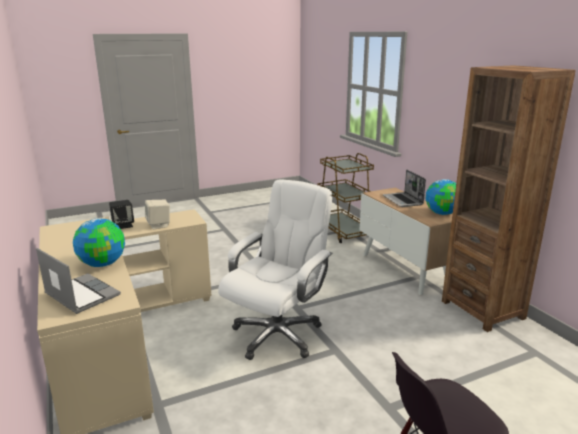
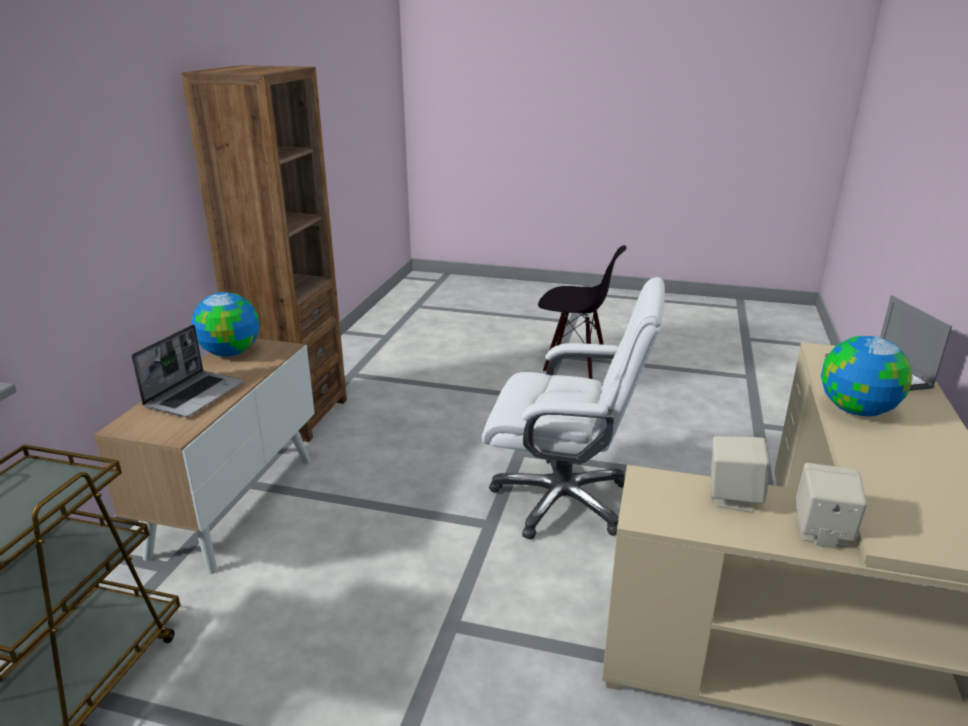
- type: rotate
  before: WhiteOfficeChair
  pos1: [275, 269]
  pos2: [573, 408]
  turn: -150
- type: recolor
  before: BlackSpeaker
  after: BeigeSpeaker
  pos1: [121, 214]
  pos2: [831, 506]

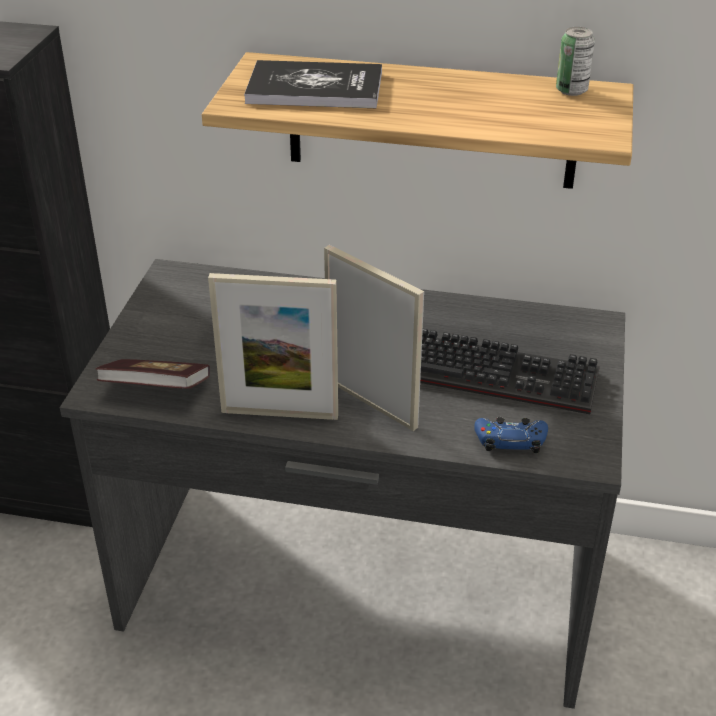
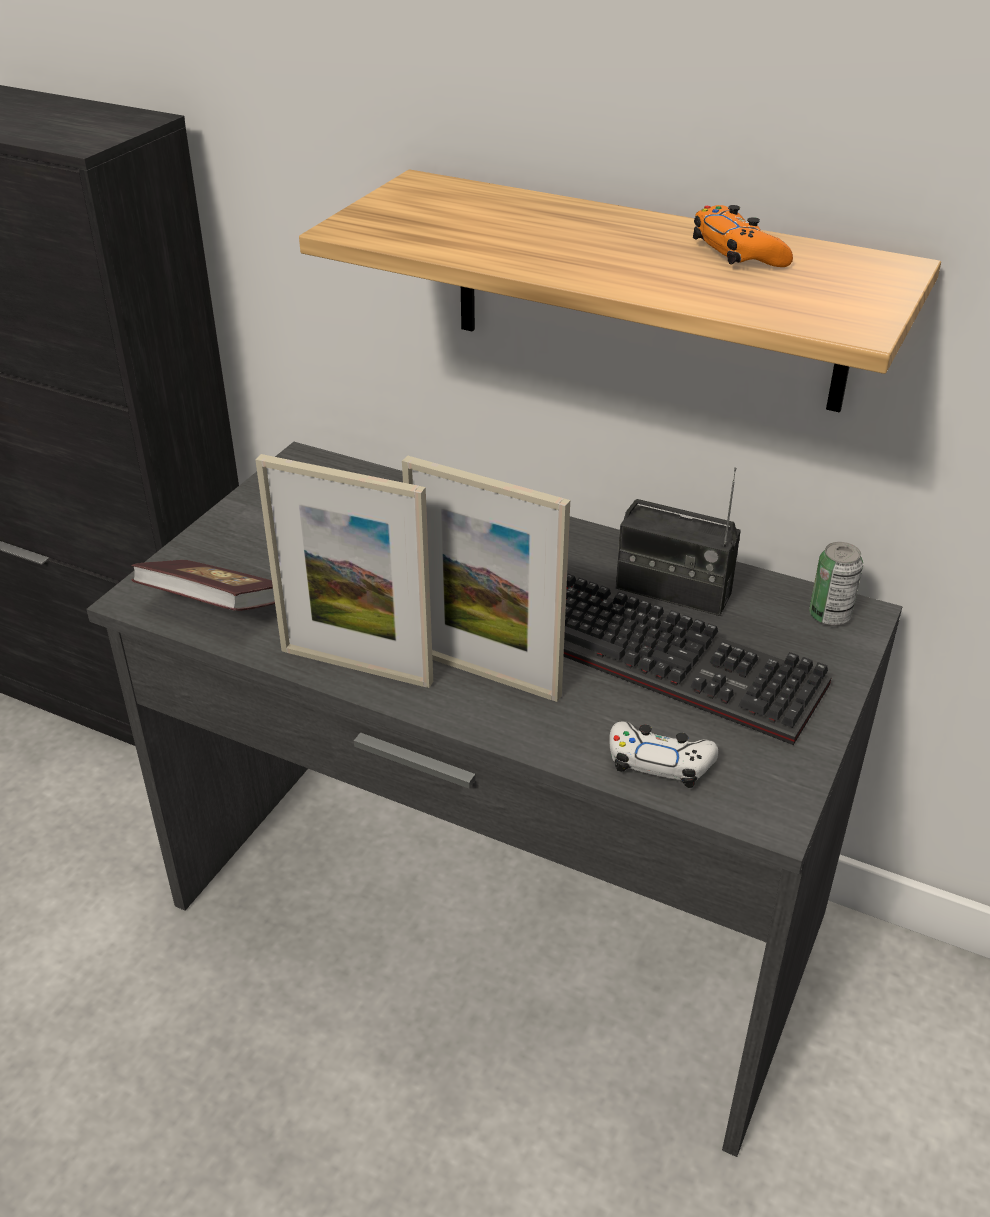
- type: move
  before: Can
  pos1: [575, 61]
  pos2: [836, 584]
- type: delete
  before: Book
  pos1: [313, 84]
- type: rotate
  before: PictureFrame
  pos1: [374, 338]
  pos2: [486, 579]
  turn: 150
- type: recolor
  before: BlueGameController
  after: WhiteGameController
  pos1: [511, 435]
  pos2: [663, 754]
- type: insert
  after: OrangeGameController
  pos2: [743, 236]
- type: insert
  after: Radio
  pos2: [678, 542]

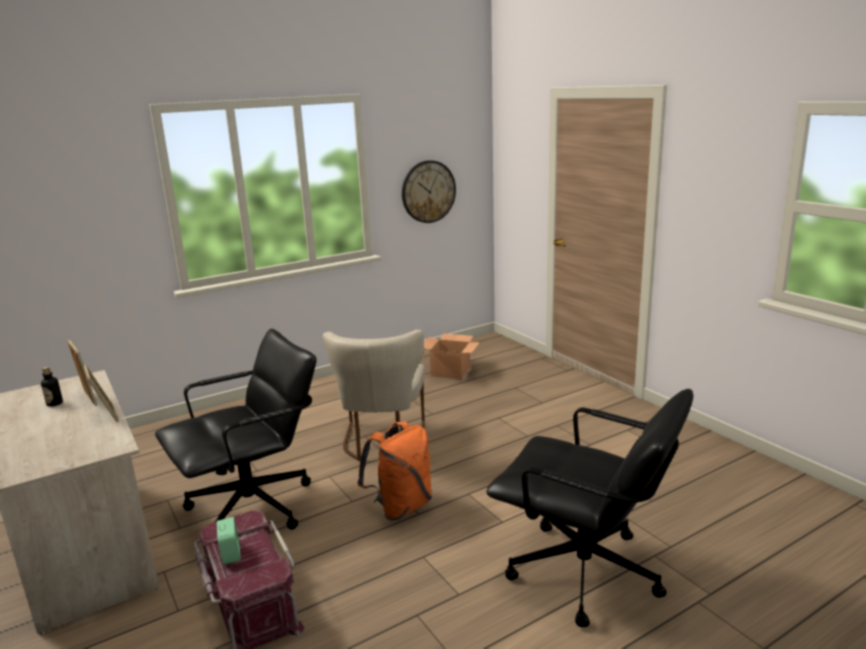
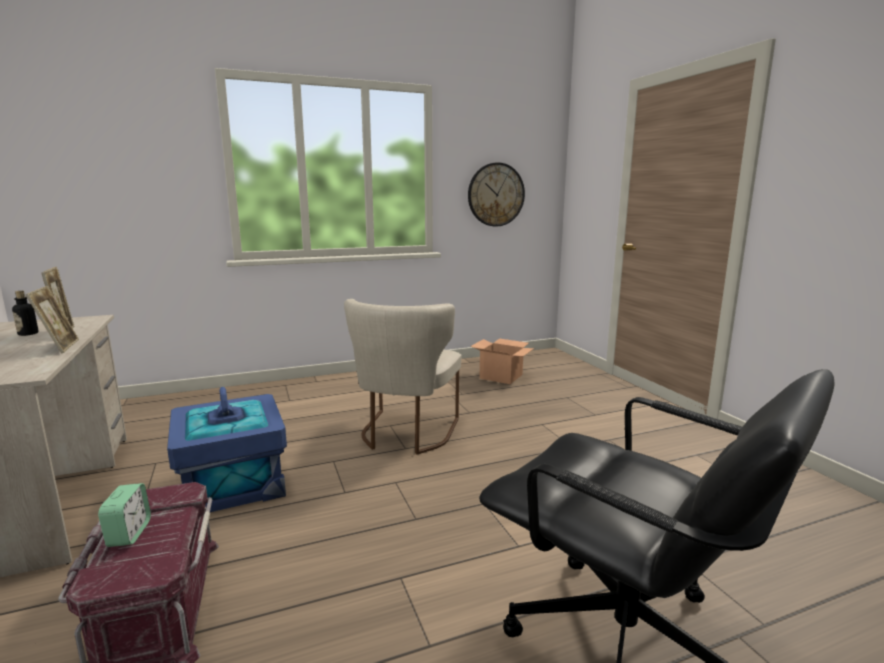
- type: replace
  before: BlackOfficeChair
  after: BlueStorageBox
  pos1: [235, 429]
  pos2: [227, 449]
- type: delete
  before: OrangeBackpack
  pos1: [394, 471]

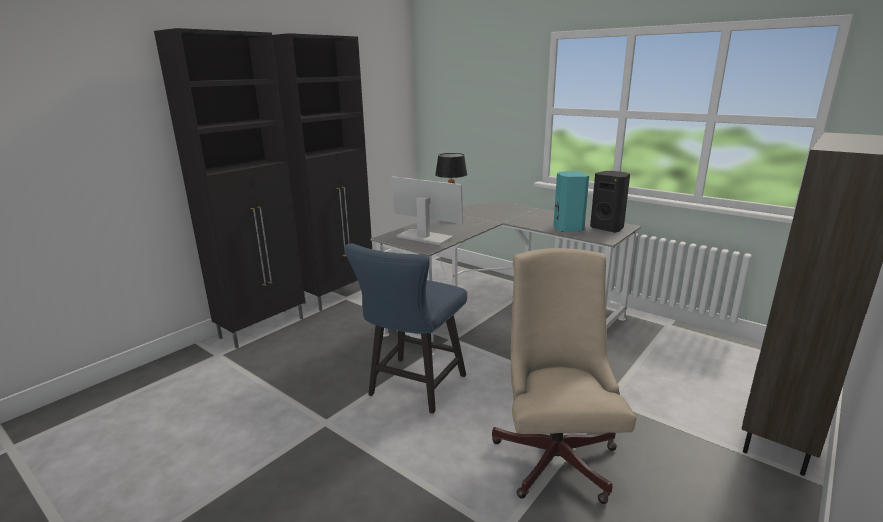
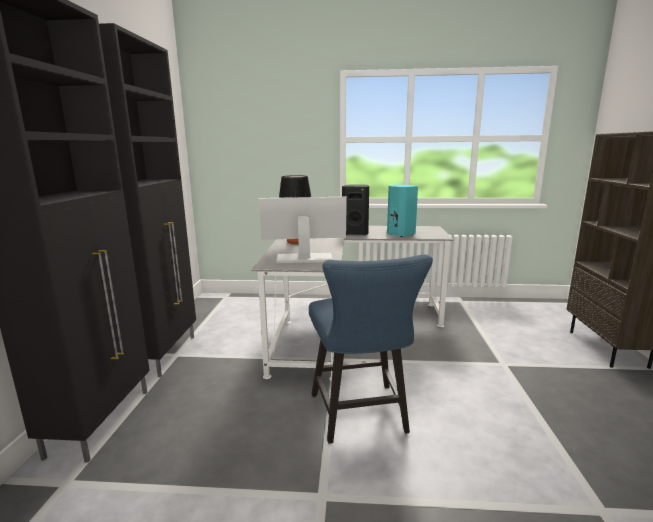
- type: move
  before: BlackSpeaker
  pos1: [610, 202]
  pos2: [355, 209]
- type: delete
  before: BeigeOfficeChair
  pos1: [564, 376]

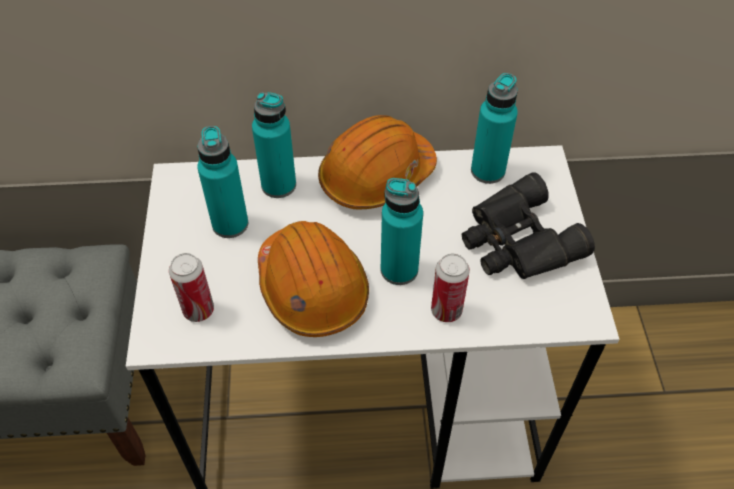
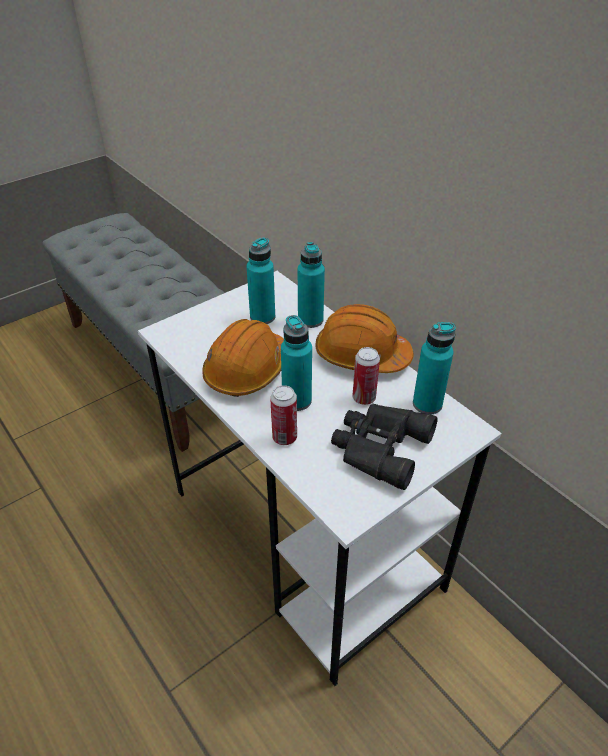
- type: move
  before: Can
  pos1: [191, 287]
  pos2: [366, 376]

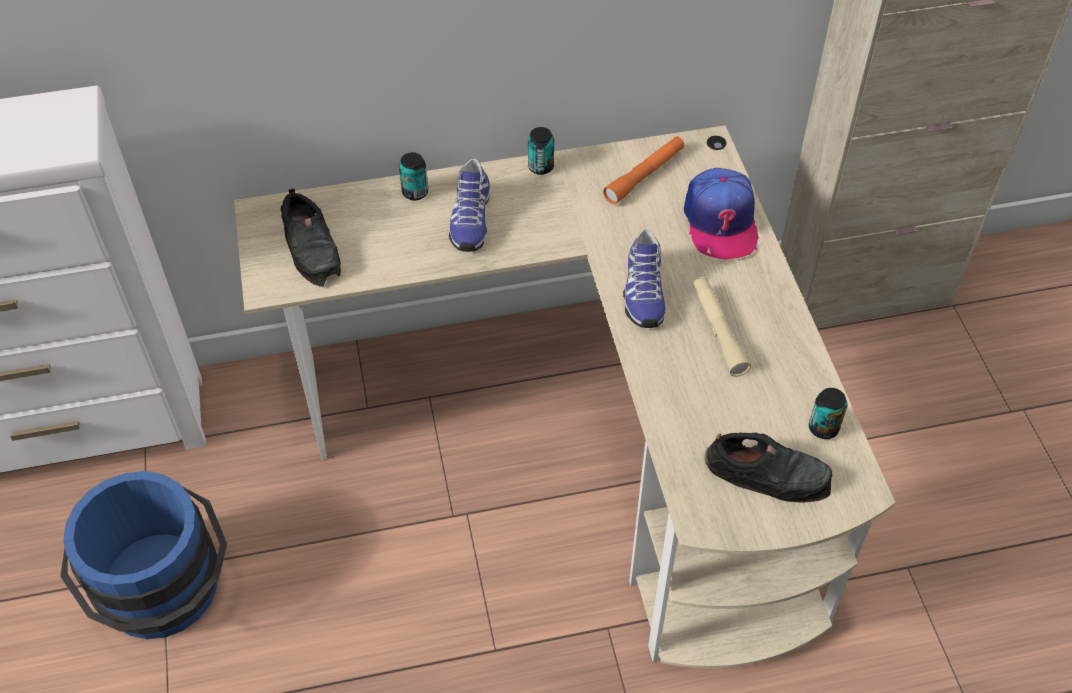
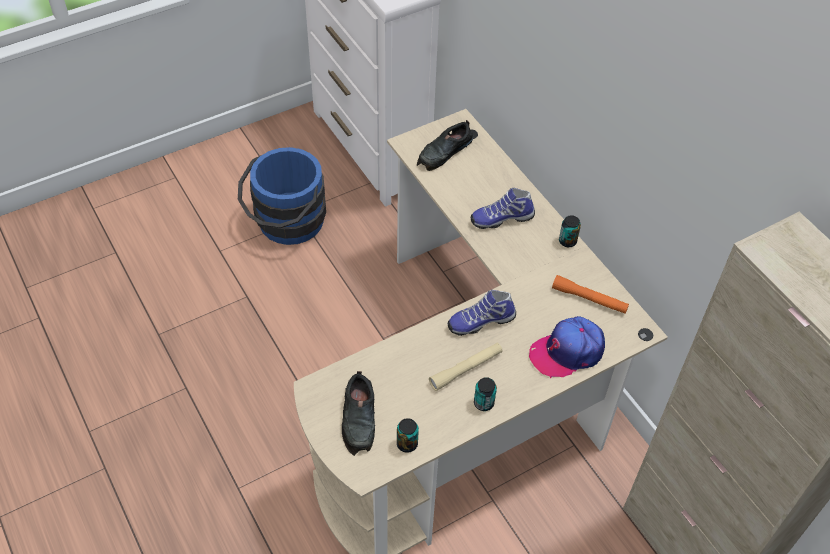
- type: move
  before: Can
  pos1: [413, 176]
  pos2: [485, 394]

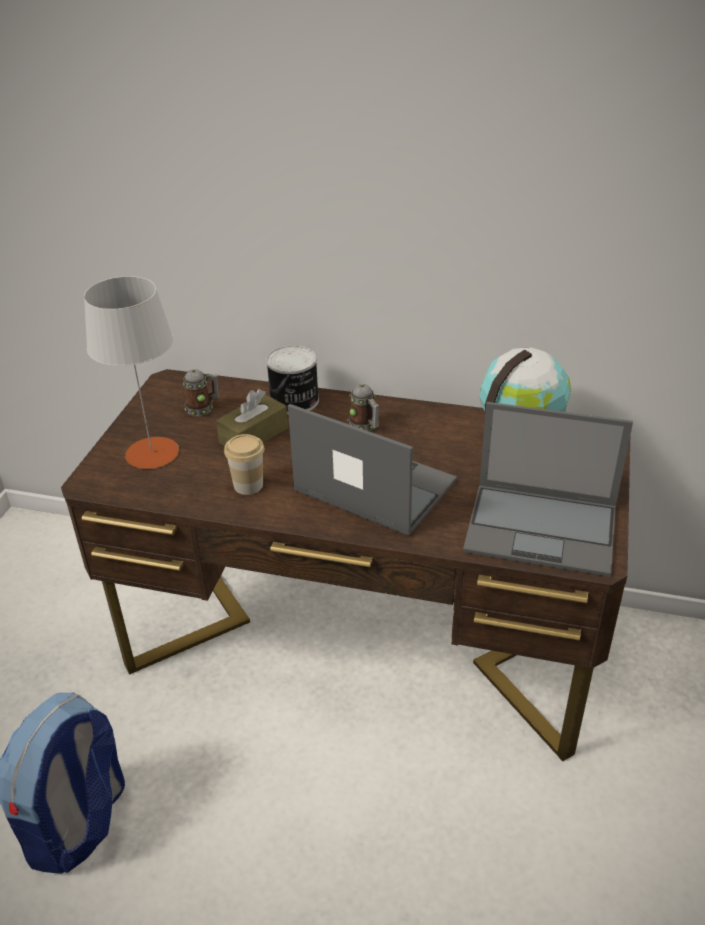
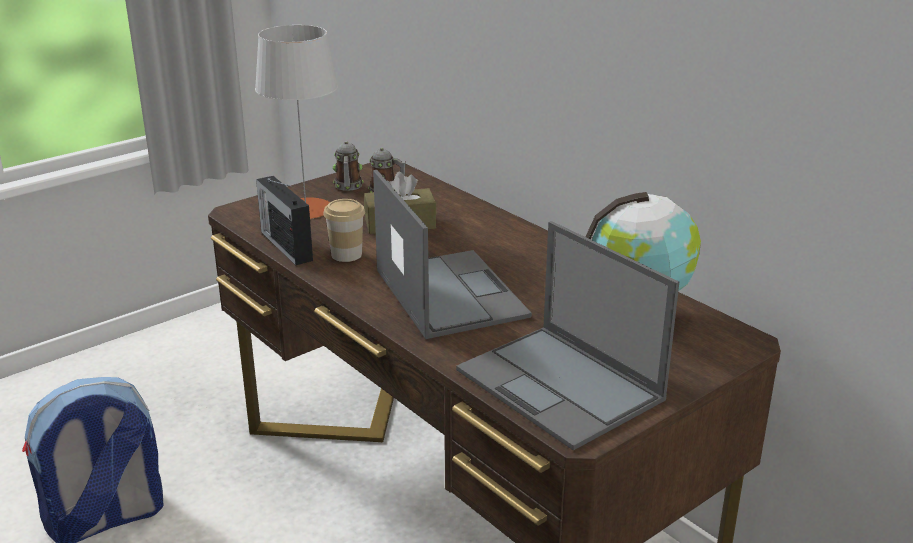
- type: delete
  before: Can
  pos1: [292, 379]
- type: move
  before: Mug
  pos1: [363, 407]
  pos2: [348, 166]
- type: insert
  after: Radio
  pos2: [284, 220]

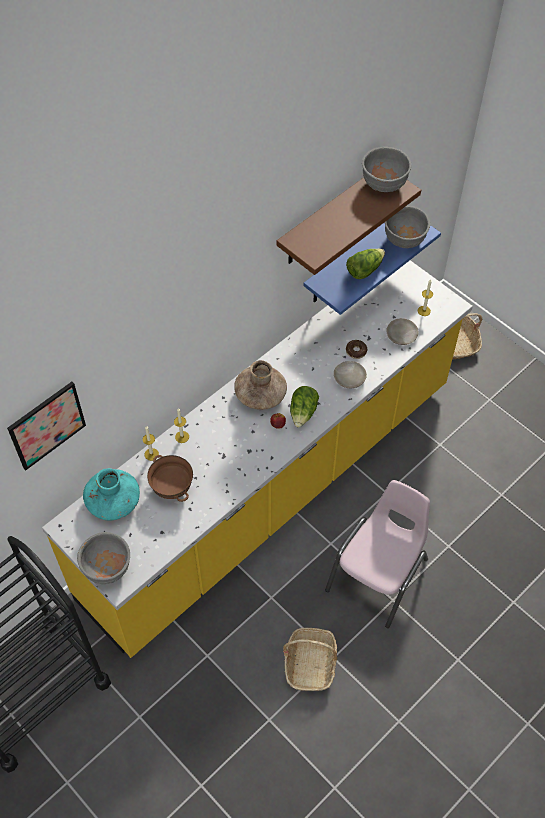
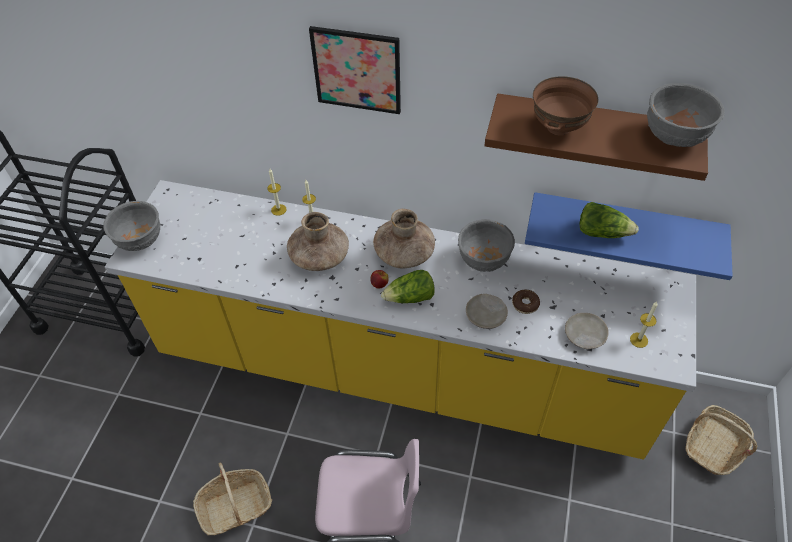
- type: move
  before: GreyBowl
  pos1: [407, 227]
  pos2: [486, 245]
- type: move
  before: Picture
  pos1: [46, 426]
  pos2: [355, 70]
- type: move
  before: BrownBowl
  pos1: [170, 478]
  pos2: [565, 106]
- type: delete
  before: TurquoiseVase
  pos1: [111, 494]
- type: insert
  after: BrownVase
  pos2: [318, 241]

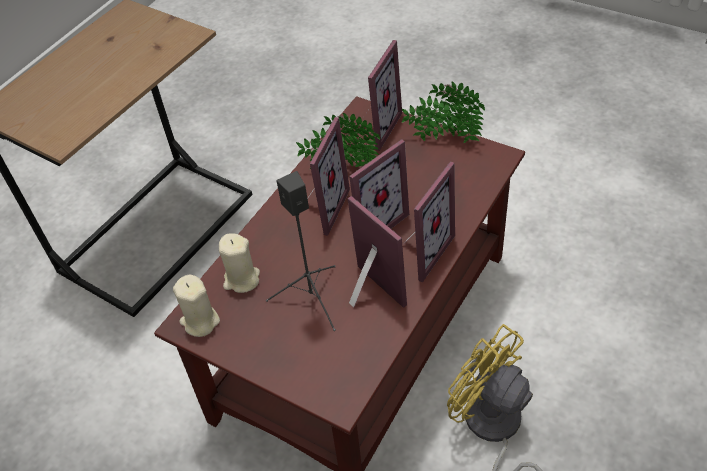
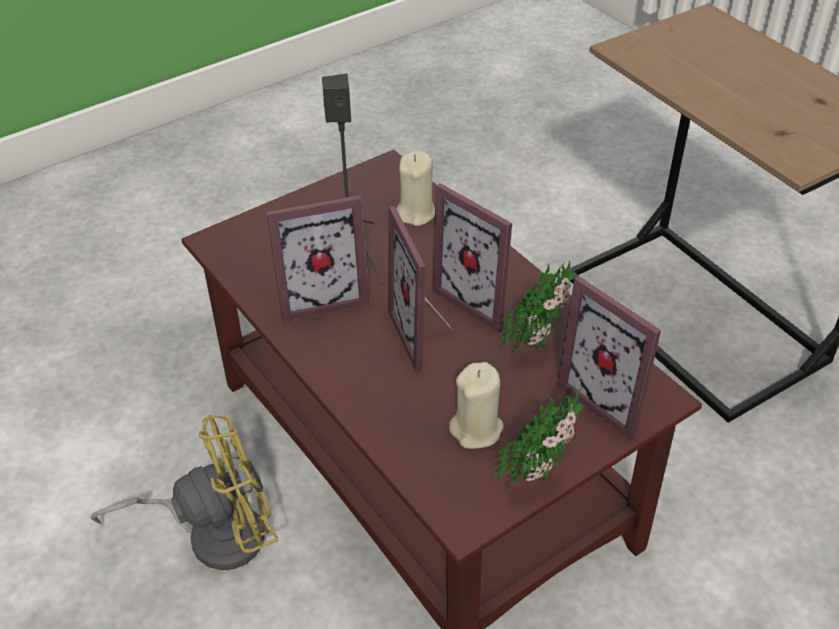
- type: delete
  before: PictureFrame
  pos1: [430, 221]
- type: move
  before: BeigeCandle
  pos1: [196, 305]
  pos2: [476, 405]

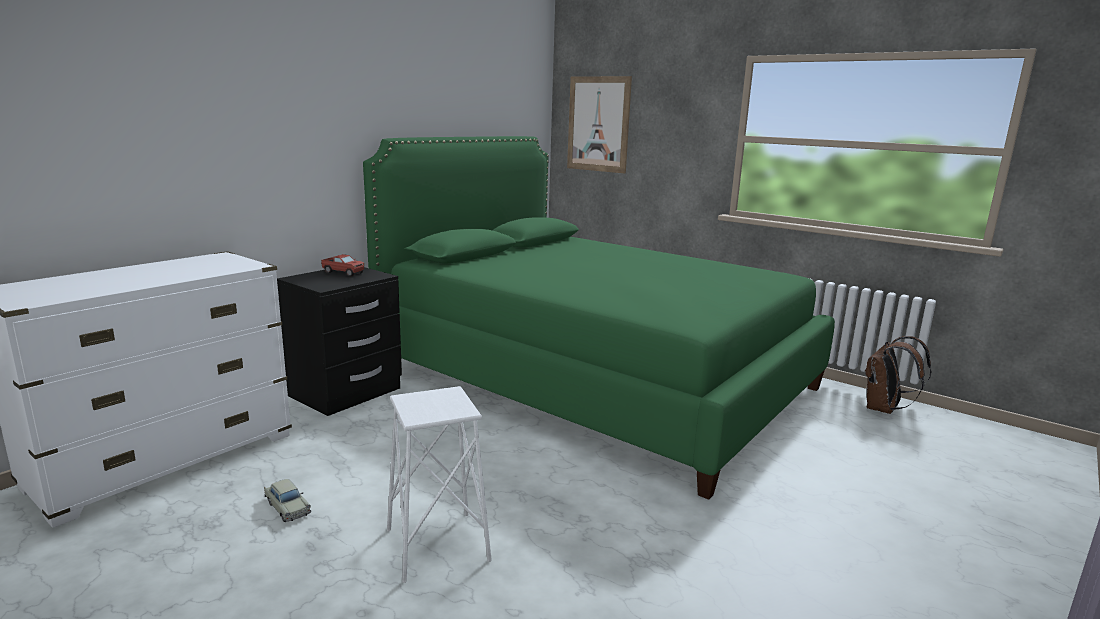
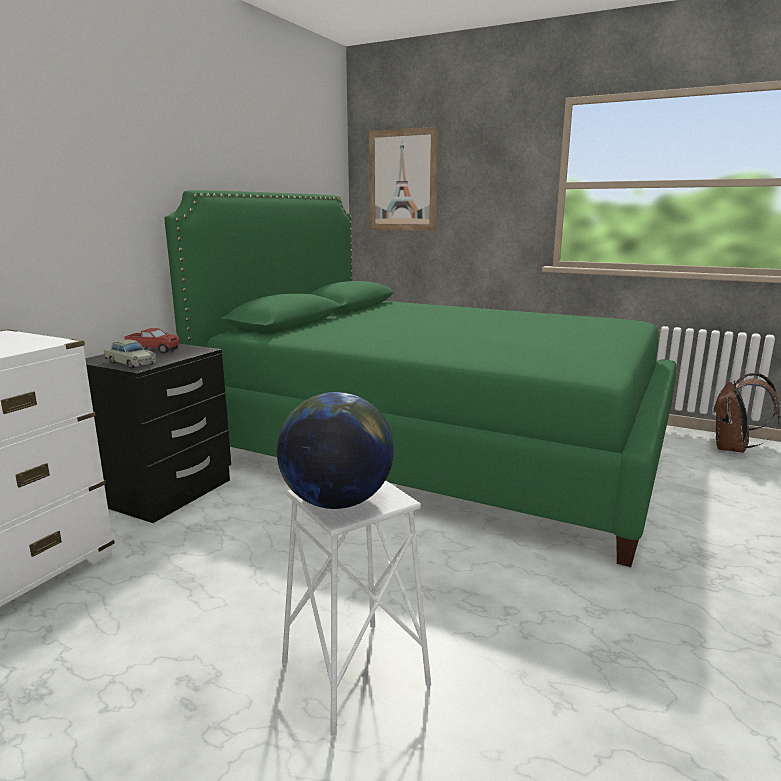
- type: move
  before: BeigeToyCar
  pos1: [287, 500]
  pos2: [130, 354]
- type: insert
  after: Globe
  pos2: [335, 450]

